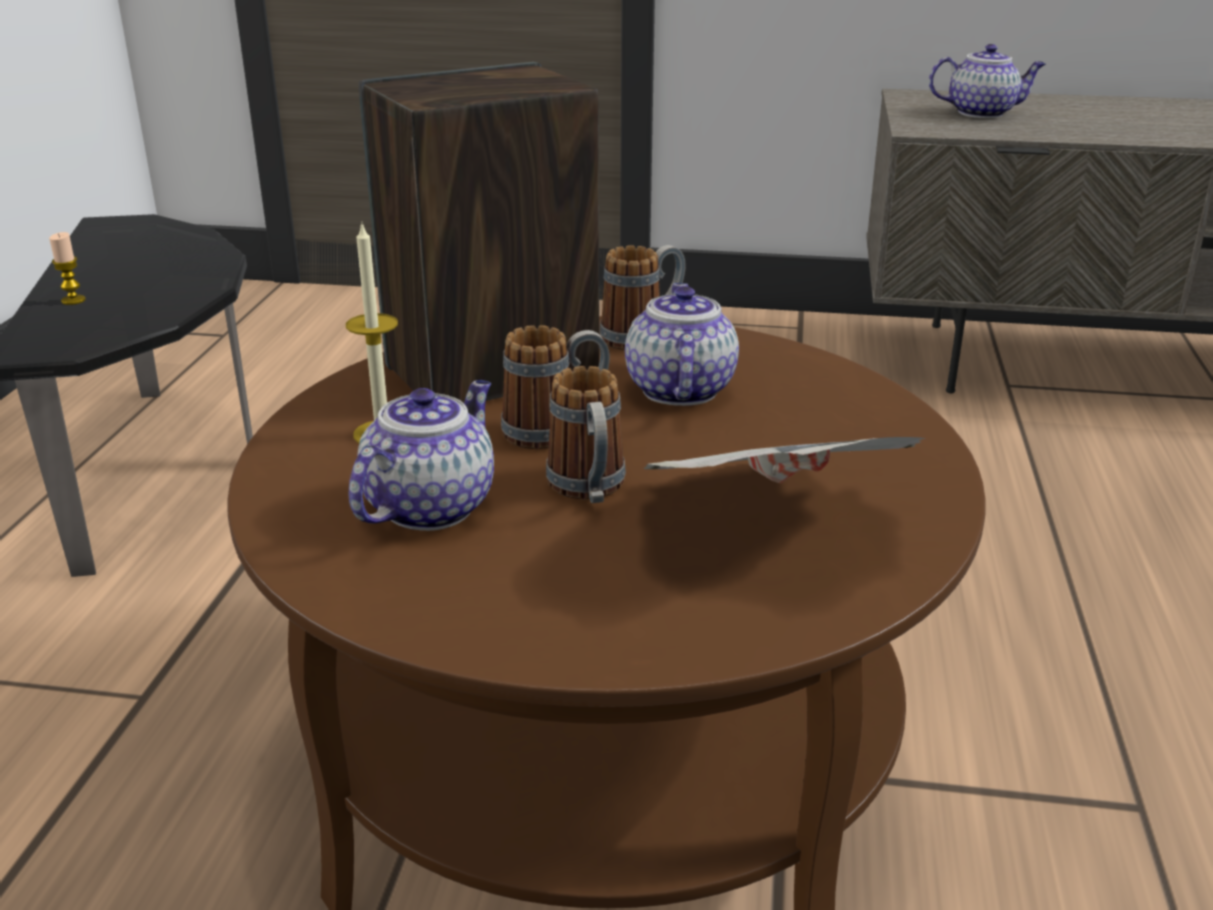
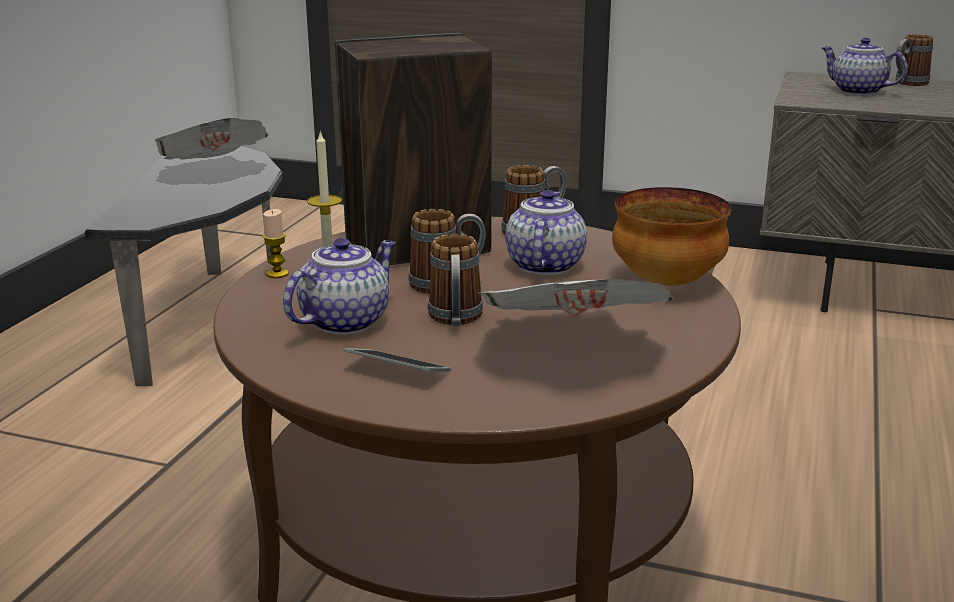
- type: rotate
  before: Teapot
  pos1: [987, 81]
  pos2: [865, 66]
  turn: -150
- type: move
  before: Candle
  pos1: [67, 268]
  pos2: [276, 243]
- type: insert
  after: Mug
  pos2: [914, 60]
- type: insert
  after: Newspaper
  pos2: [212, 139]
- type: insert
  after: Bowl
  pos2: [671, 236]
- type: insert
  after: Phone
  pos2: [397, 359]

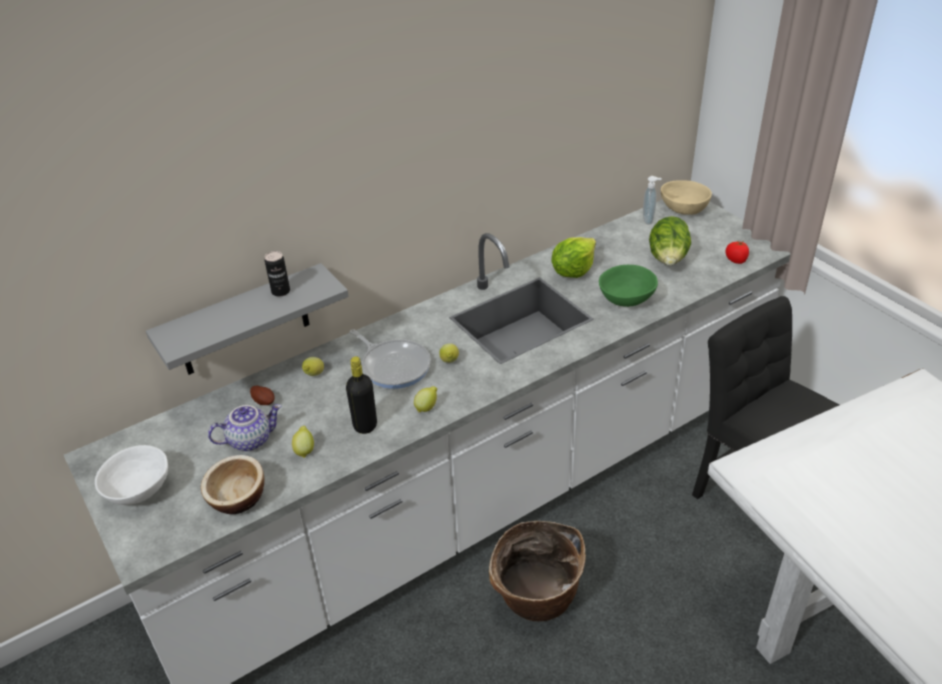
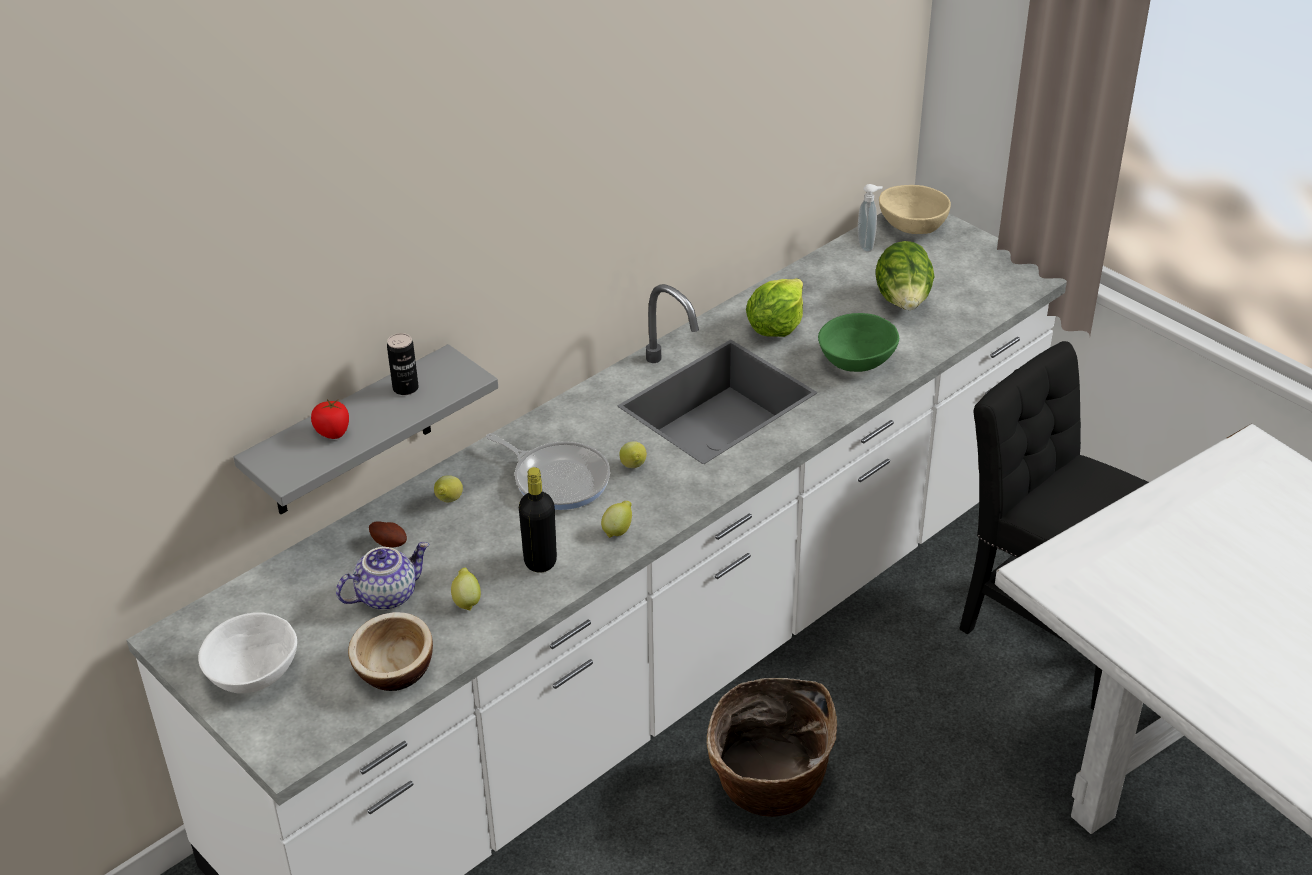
- type: move
  before: Tomato
  pos1: [737, 253]
  pos2: [330, 419]

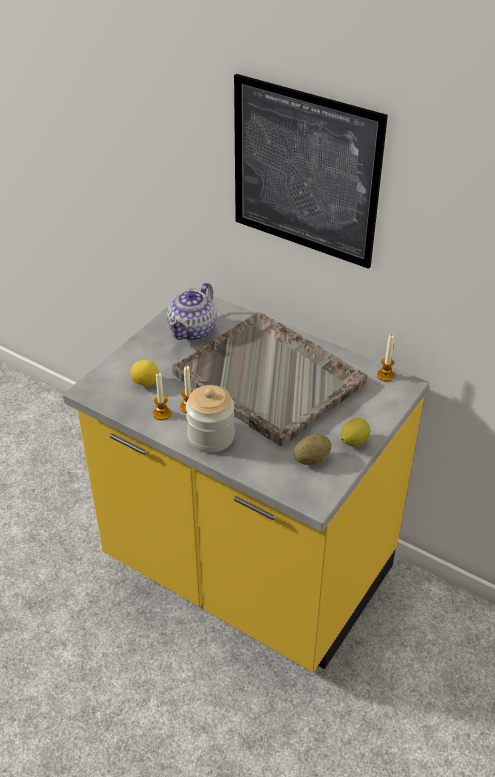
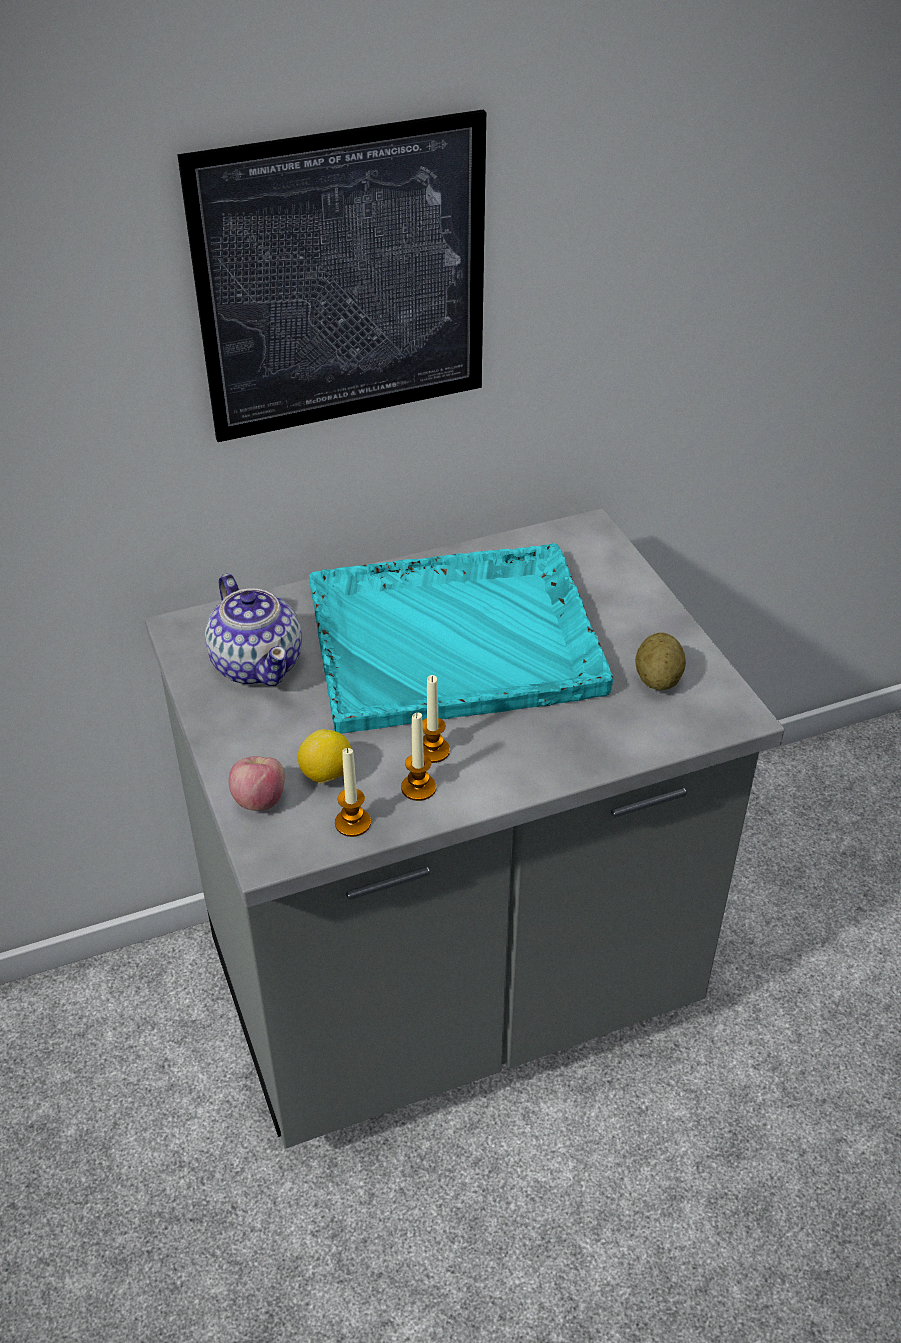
- type: recolor
  before: YellowCounter
  after: GreyCounter
  pos1: [246, 479]
  pos2: [465, 828]
- type: recolor
  before: GreyTray
  after: TurquoiseTray
  pos1: [269, 379]
  pos2: [461, 638]
- type: move
  before: Candle
  pos1: [386, 358]
  pos2: [353, 792]
- type: delete
  before: Jar
  pos1: [210, 419]
- type: delete
  before: Lemon
  pos1: [356, 432]
- type: insert
  after: Apple
  pos2: [257, 783]

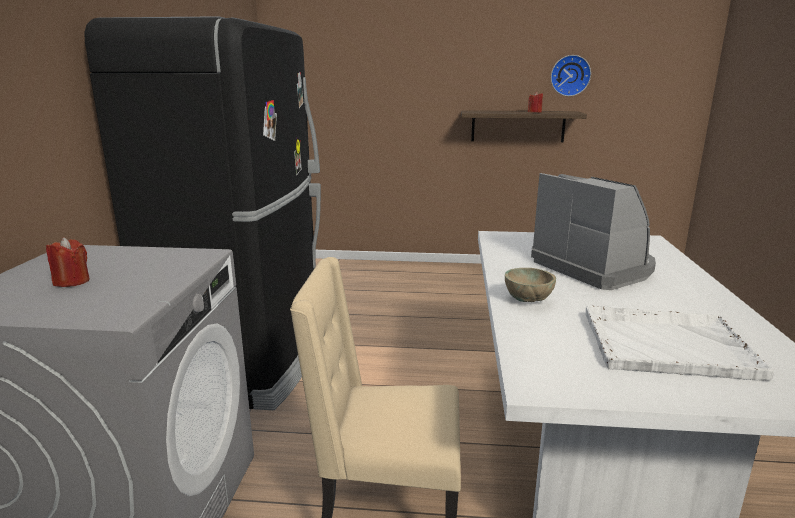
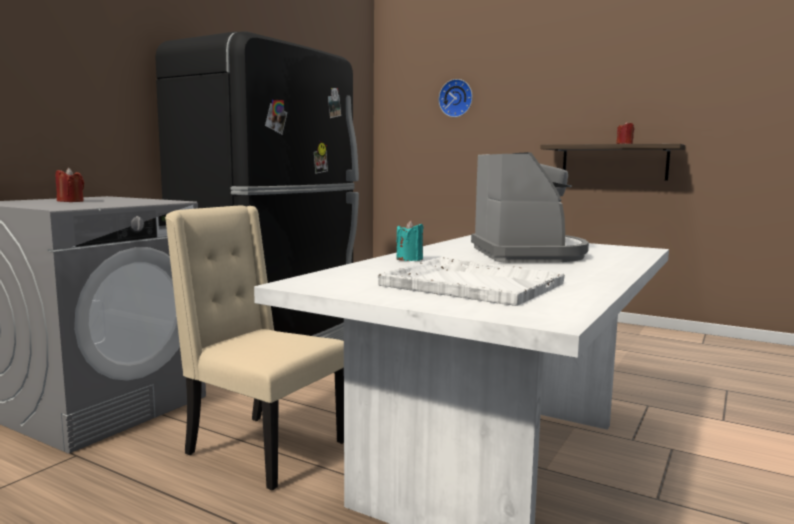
- type: move
  before: WallClock
  pos1: [571, 75]
  pos2: [456, 98]
- type: replace
  before: BeigeBowl
  after: TurquoiseCandle
  pos1: [530, 285]
  pos2: [410, 240]

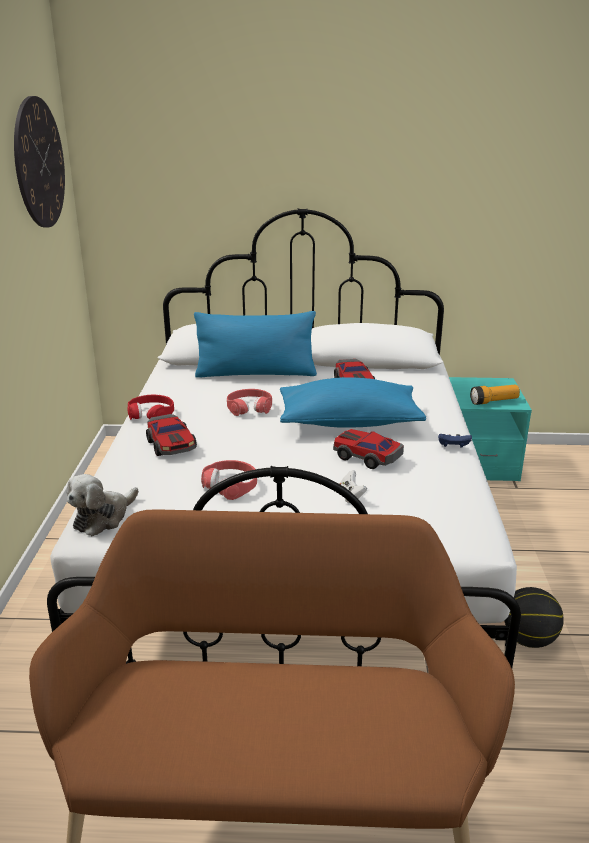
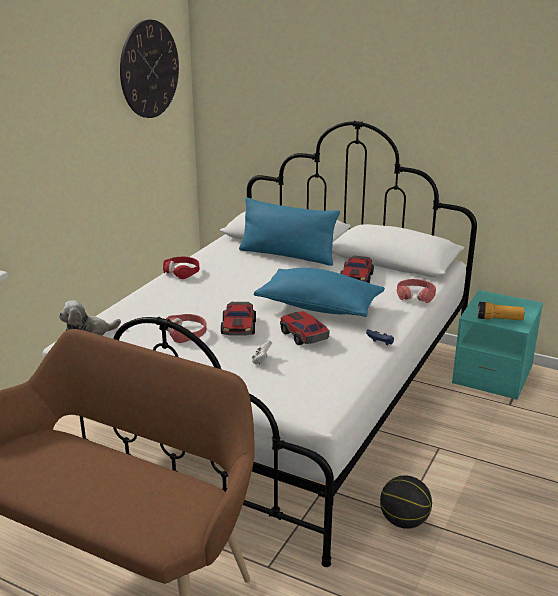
- type: move
  before: RedHeadphones
  pos1: [249, 402]
  pos2: [416, 291]
- type: move
  before: ToyCar
  pos1: [171, 435]
  pos2: [238, 319]

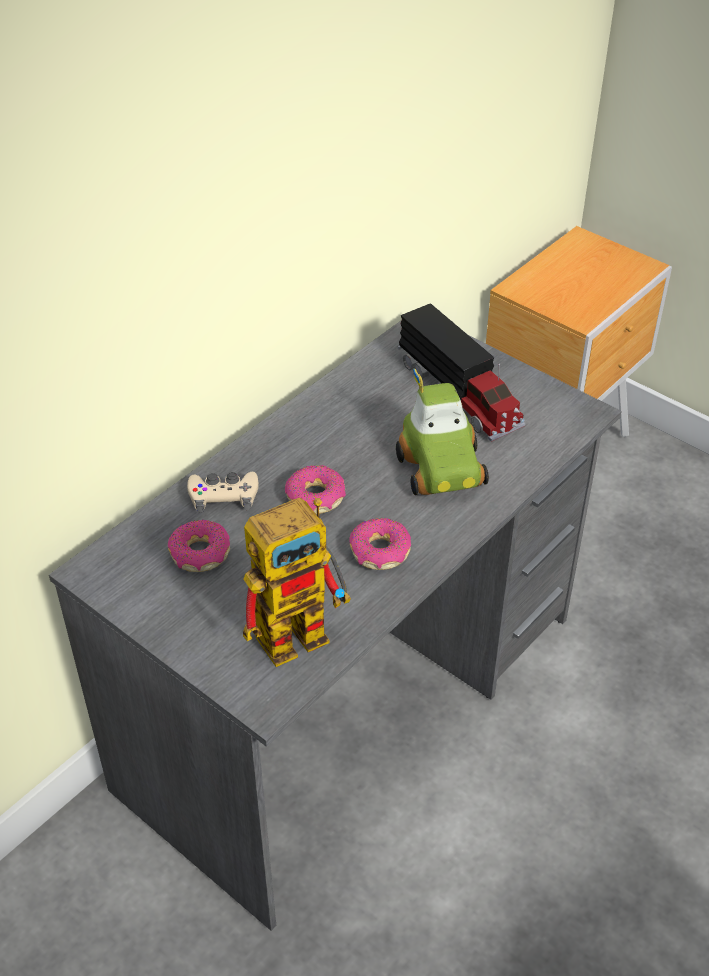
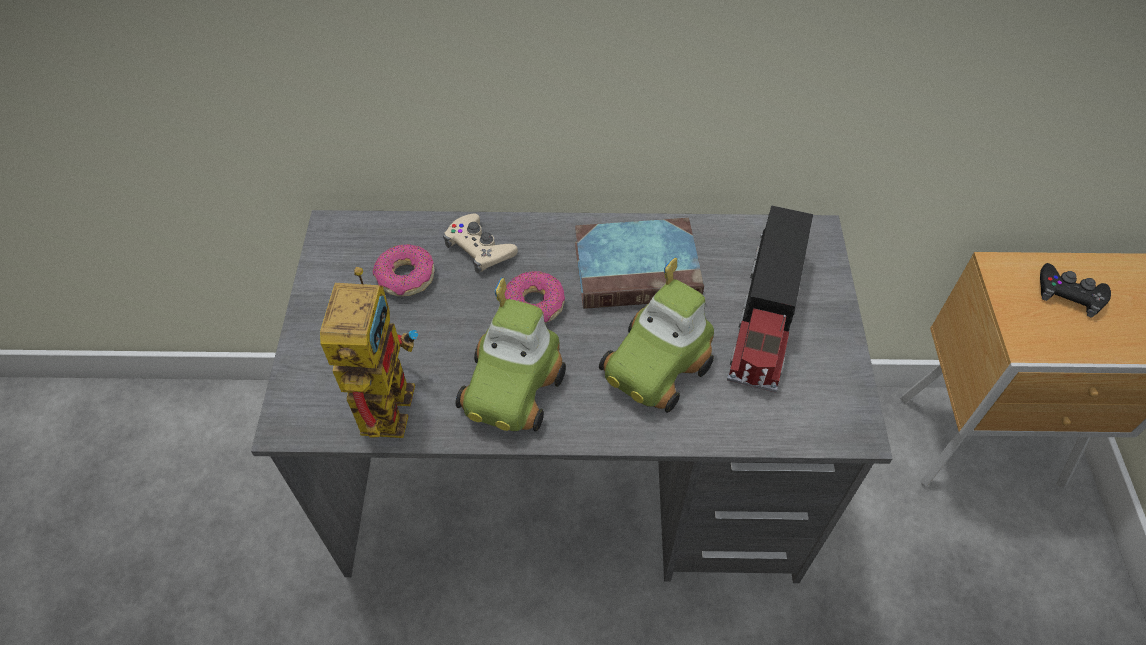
- type: rotate
  before: ToyRobot
  pos1: [297, 582]
  pos2: [369, 352]
  turn: -105
- type: replace
  before: Donut
  after: ToyCar
  pos1: [380, 544]
  pos2: [511, 354]
- type: insert
  after: Book
  pos2: [639, 263]
- type: insert
  after: BlackGameController
  pos2: [1075, 290]

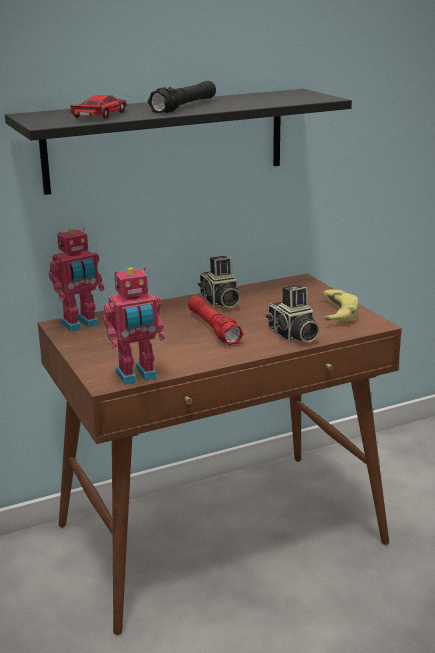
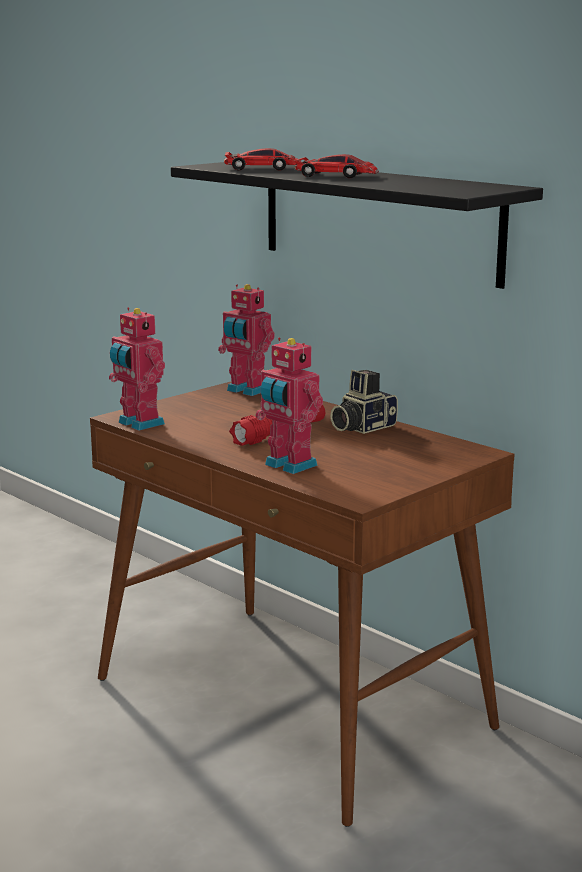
- type: replace
  before: BlackFlashlight
  after: ToyCar
  pos1: [182, 97]
  pos2: [337, 166]
- type: replace
  before: PhotoCamera
  after: ToyRobot
  pos1: [293, 314]
  pos2: [289, 405]
- type: delete
  before: Banana
  pos1: [340, 305]

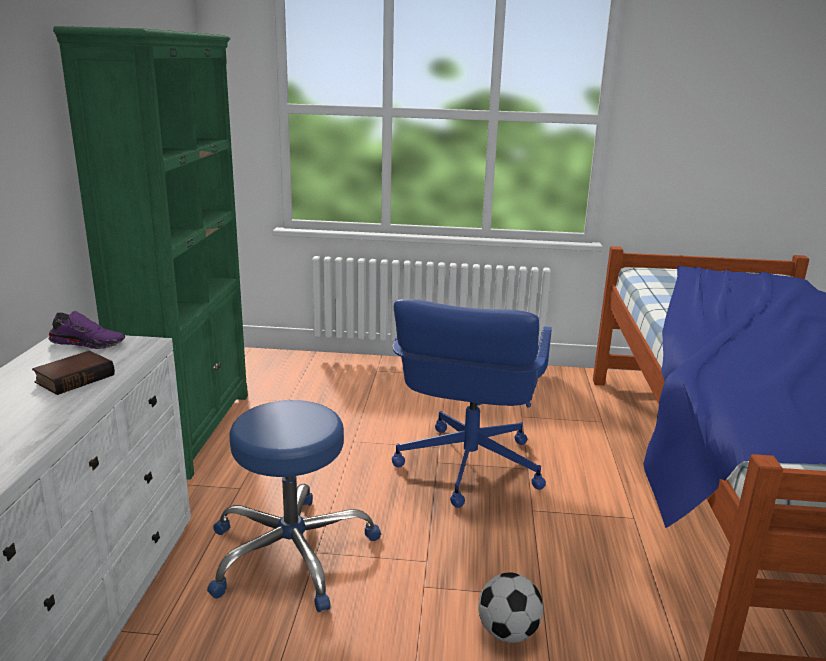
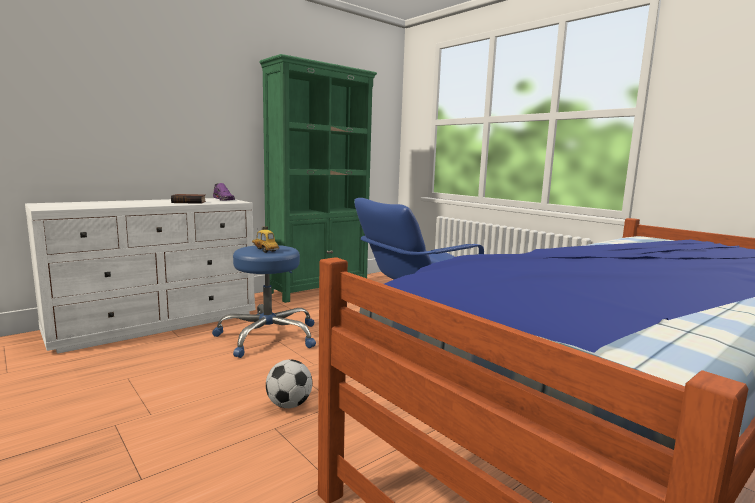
- type: insert
  after: ToyCar
  pos2: [265, 239]

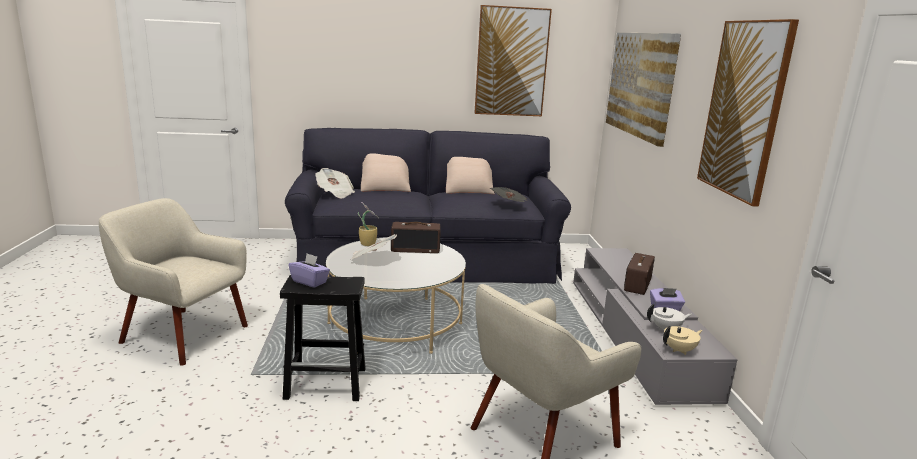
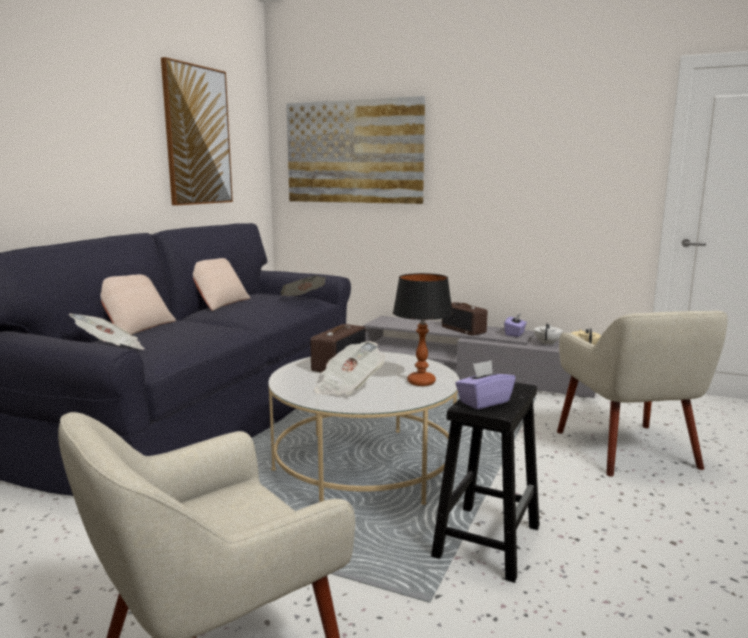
- type: delete
  before: Picture
  pos1: [748, 112]
- type: delete
  before: PottedPlant
  pos1: [368, 224]
- type: insert
  after: TableLamp
  pos2: [423, 329]

